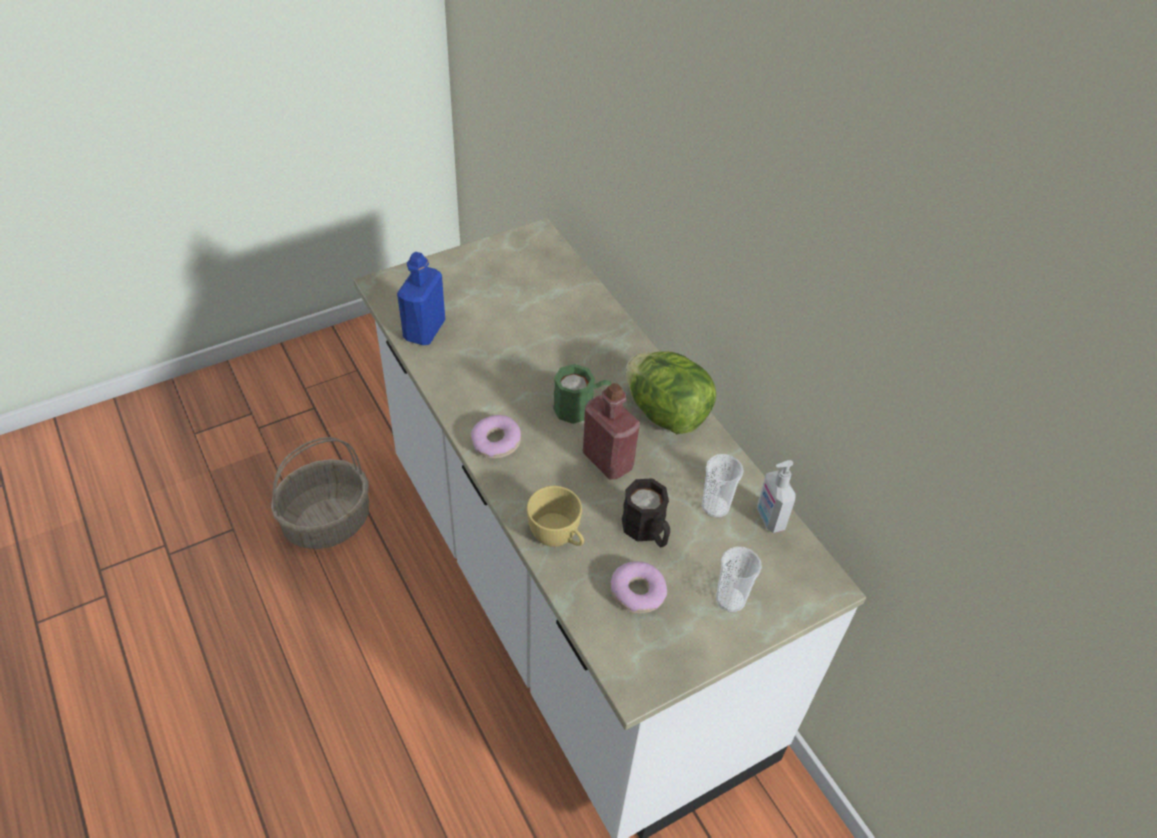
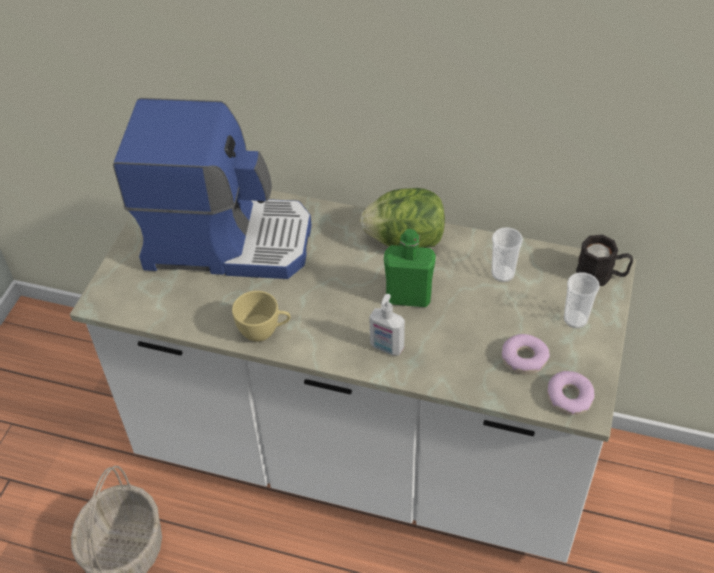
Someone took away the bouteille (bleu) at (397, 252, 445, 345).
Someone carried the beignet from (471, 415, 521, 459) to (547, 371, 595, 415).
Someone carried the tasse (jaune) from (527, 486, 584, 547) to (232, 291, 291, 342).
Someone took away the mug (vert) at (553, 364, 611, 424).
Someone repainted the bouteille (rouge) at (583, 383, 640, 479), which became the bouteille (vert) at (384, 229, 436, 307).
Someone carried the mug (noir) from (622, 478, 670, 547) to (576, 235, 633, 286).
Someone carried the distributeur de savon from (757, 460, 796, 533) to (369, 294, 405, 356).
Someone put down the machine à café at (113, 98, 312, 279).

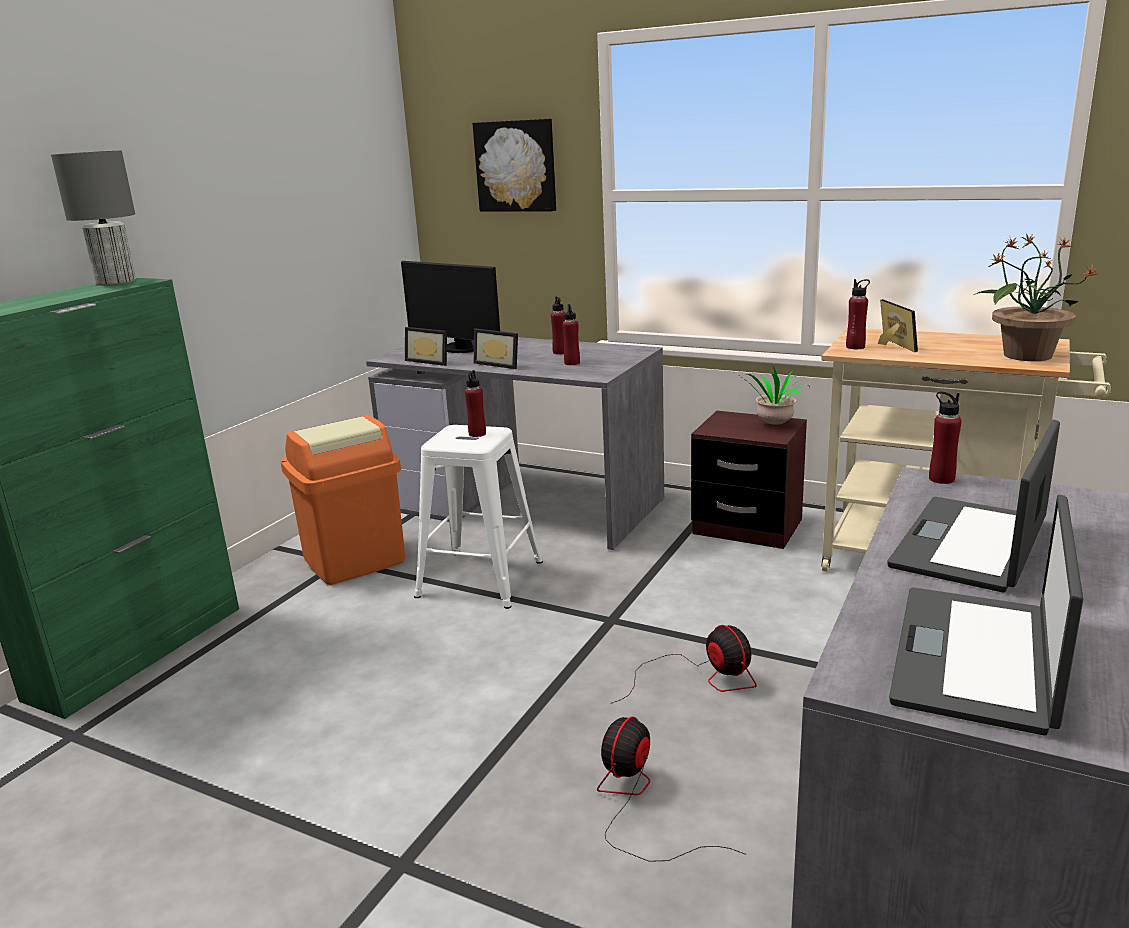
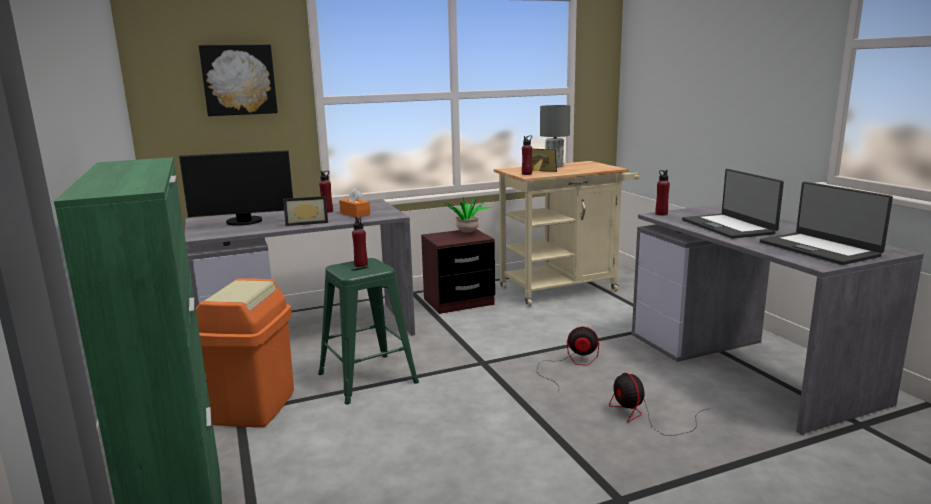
Someone carried the lampe de table (gris) from (51, 150, 136, 286) to (540, 105, 570, 168).
Someone took away the cadre photo at (405, 327, 447, 366).
Someone repainted the tabouret (blanc) at (414, 425, 543, 609), which became the tabouret (vert) at (318, 258, 419, 404).
Someone swapped the bouteille (rouge) at (562, 304, 580, 365) for the boîte à mouchoirs (orange) at (339, 188, 370, 218).
Someone took away the plante en pot at (974, 235, 1098, 361).

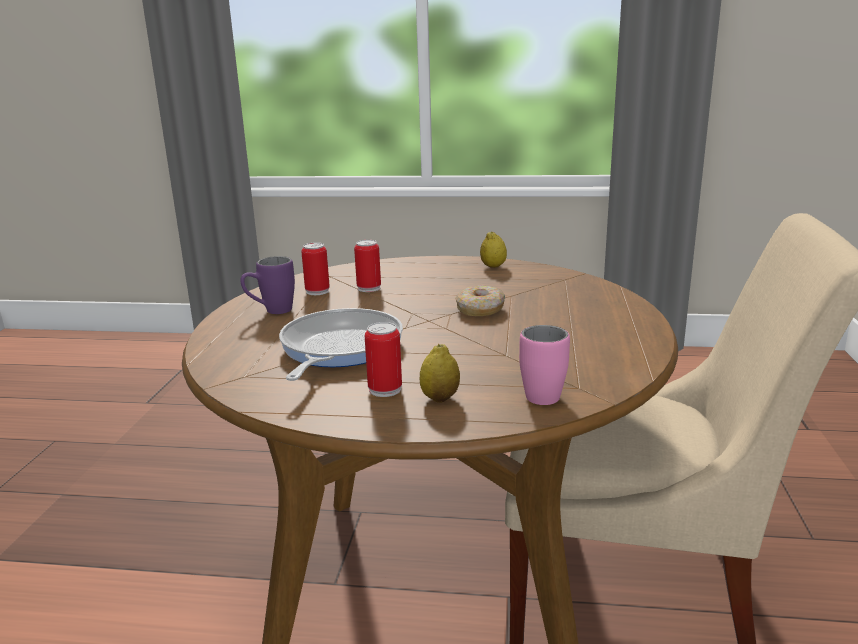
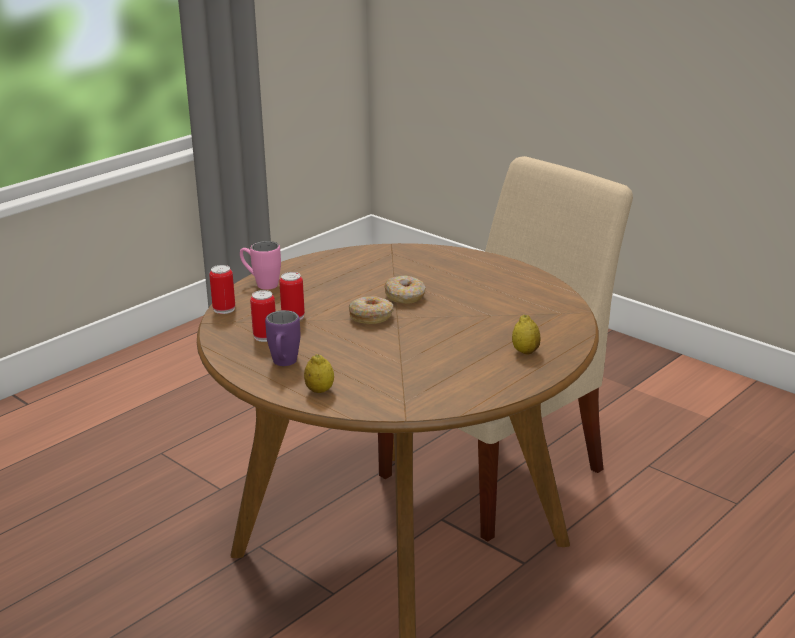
Someone took away the poêle at (279, 308, 403, 381).
Someone carried the boîte métallique from (365, 322, 402, 397) to (209, 265, 235, 314).
Someone carried the citron from (480, 231, 507, 268) to (304, 354, 334, 393).
Someone carried the mug (rose) from (519, 325, 570, 405) to (240, 241, 281, 290).
Someone put down the beignet at (349, 296, 393, 324).

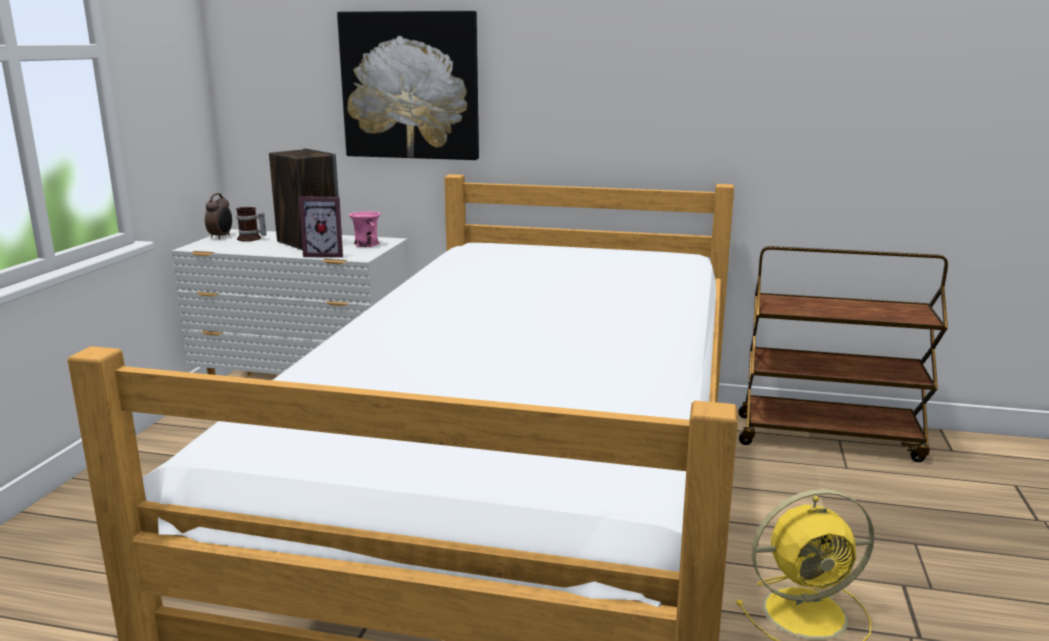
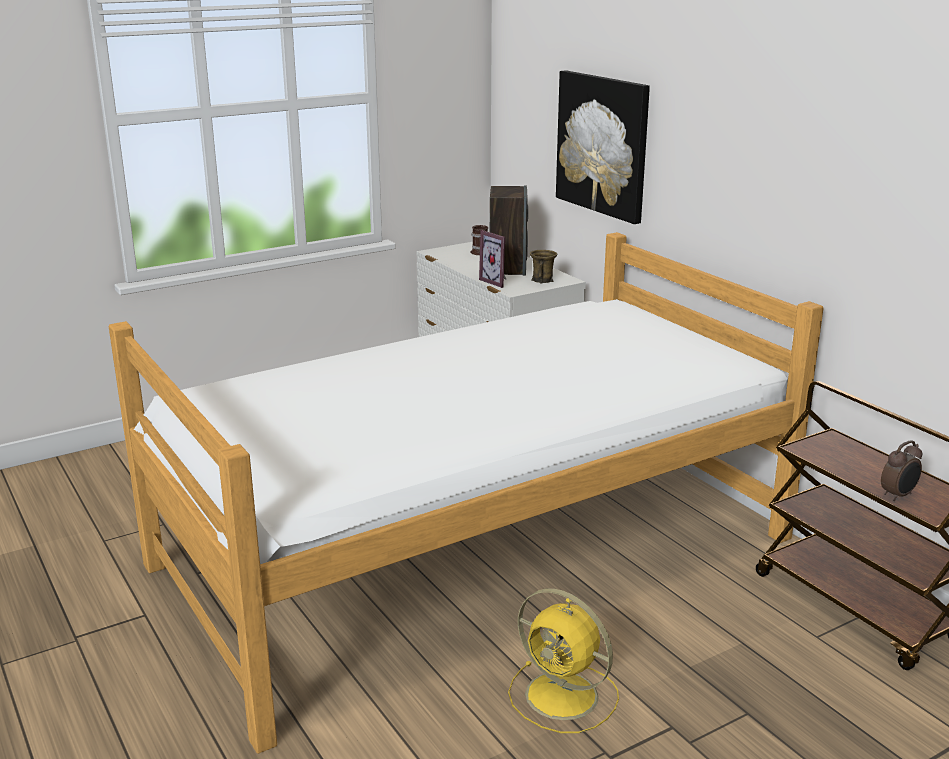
Someone carried the réveil from (205, 193, 232, 239) to (881, 441, 923, 501).
Someone repainted the mug (rose) at (349, 211, 380, 247), which became the mug (marron) at (530, 250, 557, 283).

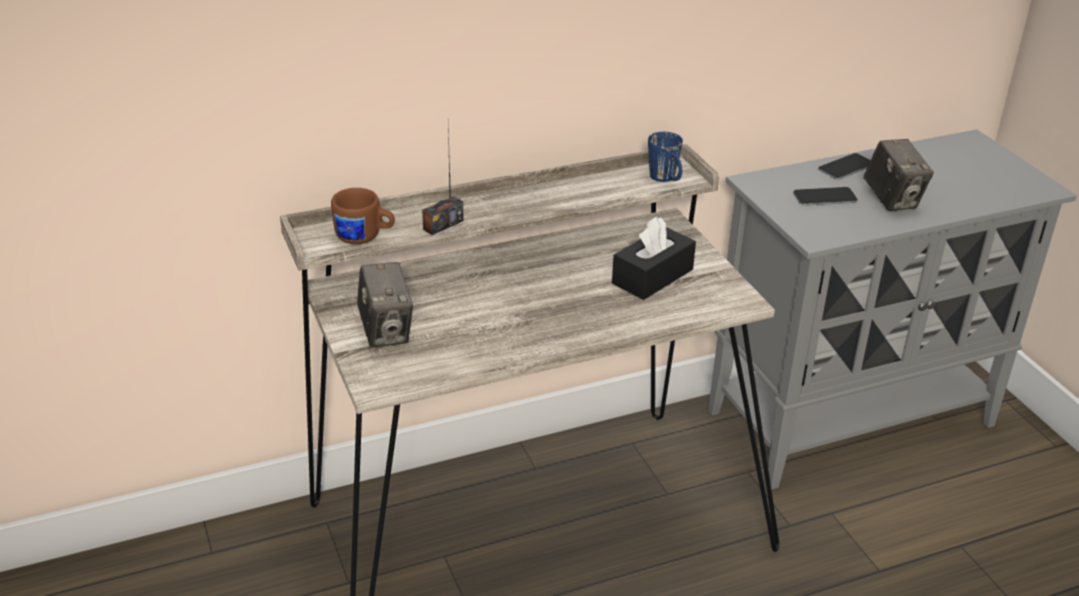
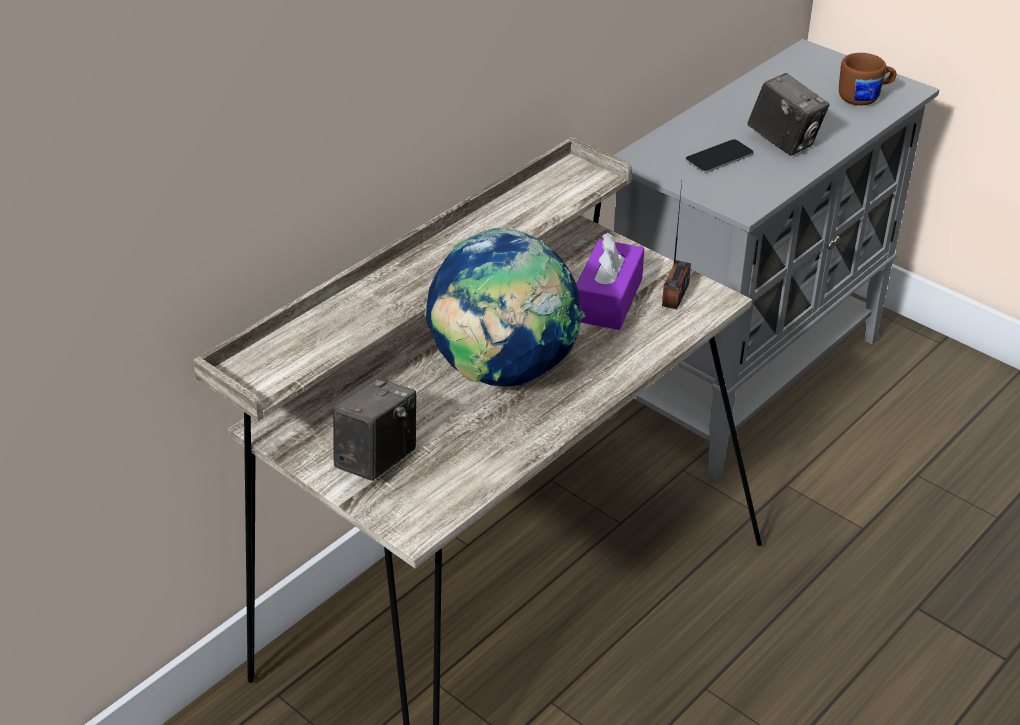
Someone carried the mug (marron) from (331, 188, 395, 244) to (839, 53, 896, 105).
Someone rotated the appareil photo at (357, 262, 413, 347) by 105 degrees counterclockwise.
Someone carried the radio from (422, 124, 464, 235) to (662, 182, 691, 309).
Someone repainted the boîte à mouchoirs (noir) at (612, 216, 696, 300), which became the boîte à mouchoirs (violet) at (576, 233, 645, 330).
Someone took away the mug (bleu) at (648, 132, 683, 182).
Someone took away the téléphone at (818, 153, 870, 179).
Someone put down the globe at (425, 228, 585, 386).

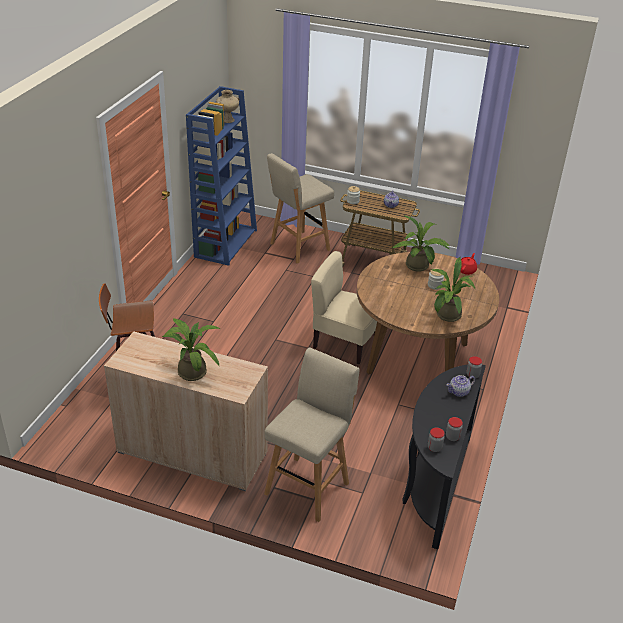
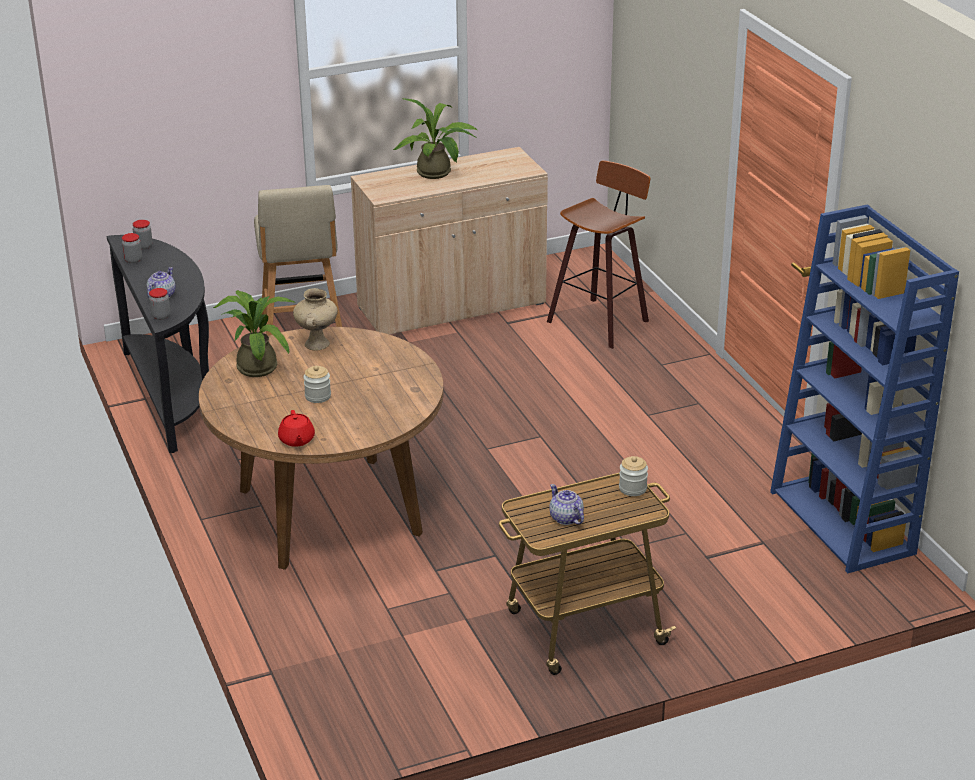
Someone carried the vase (beige) from (216, 90, 239, 123) to (293, 288, 338, 350).
Someone took away the tabouret (beige) at (267, 153, 334, 264).
Someone took away the chaise (beige) at (311, 251, 377, 364).
Someone took away the plante en pot at (392, 215, 450, 272).

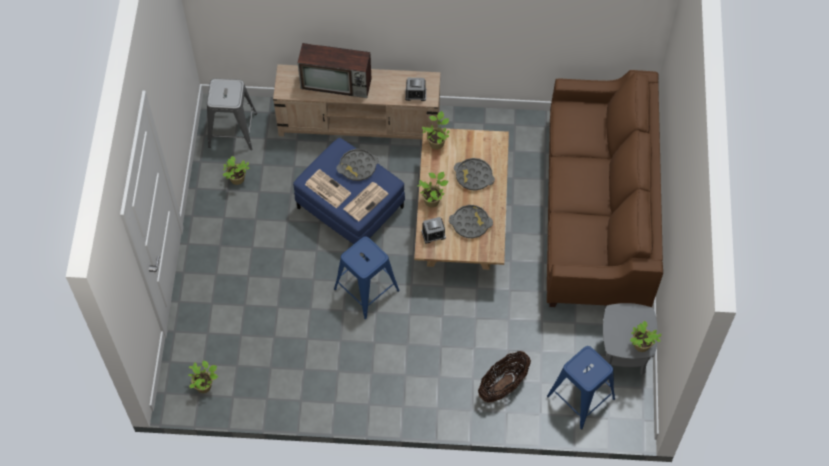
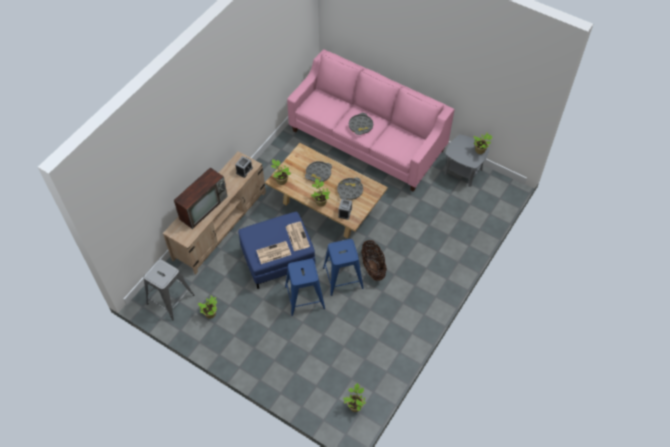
Someone carried the plateau (gris) from (336, 149, 379, 181) to (349, 113, 373, 135).
Someone carried the panier from (478, 351, 531, 402) to (361, 240, 387, 281).
Someone repainted the canapé (marron) at (547, 70, 663, 307), which became the canapé (rose) at (287, 49, 455, 192).
Someone carried the tabouret (bleu) from (547, 346, 615, 430) to (285, 259, 325, 316).

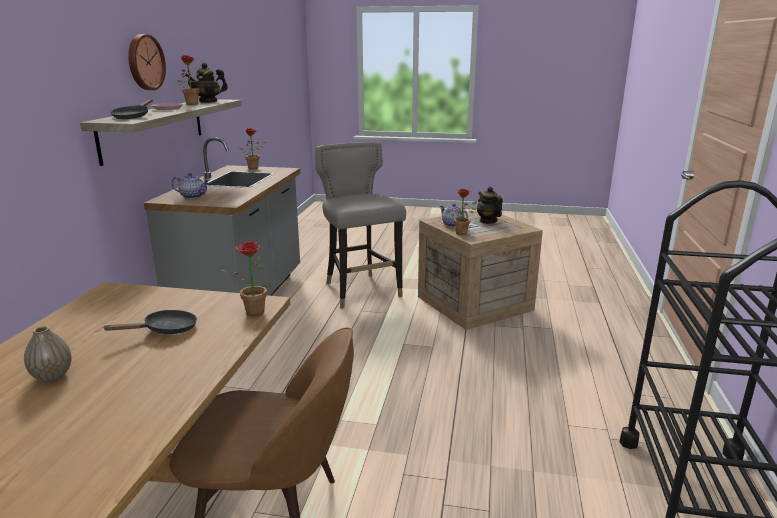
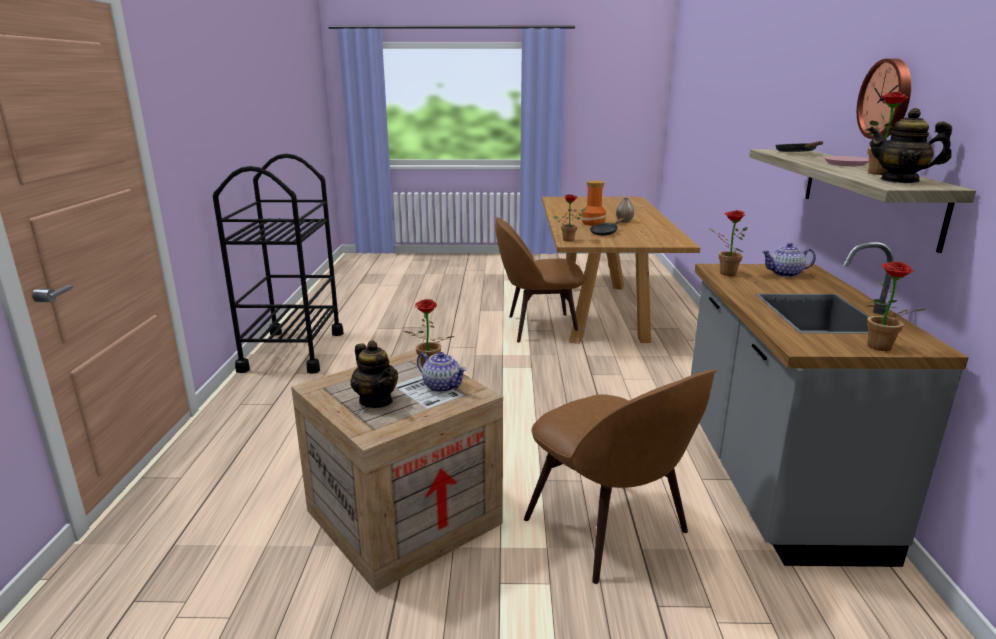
Someone rotated the théière at (185, 63, 228, 103) by 120 degrees counterclockwise.
Someone swapped the tabouret (gris) at (315, 142, 406, 309) for the chaise (marron) at (524, 369, 717, 584).
Someone put down the vase at (581, 181, 607, 226).
Someone put down the plante en pot at (709, 210, 748, 276).

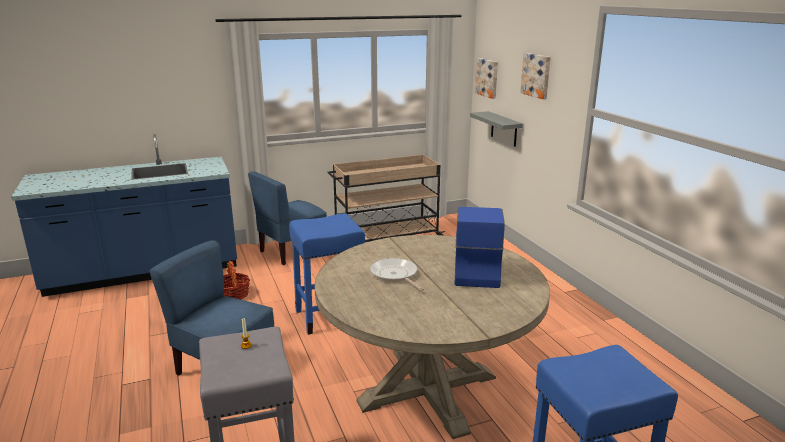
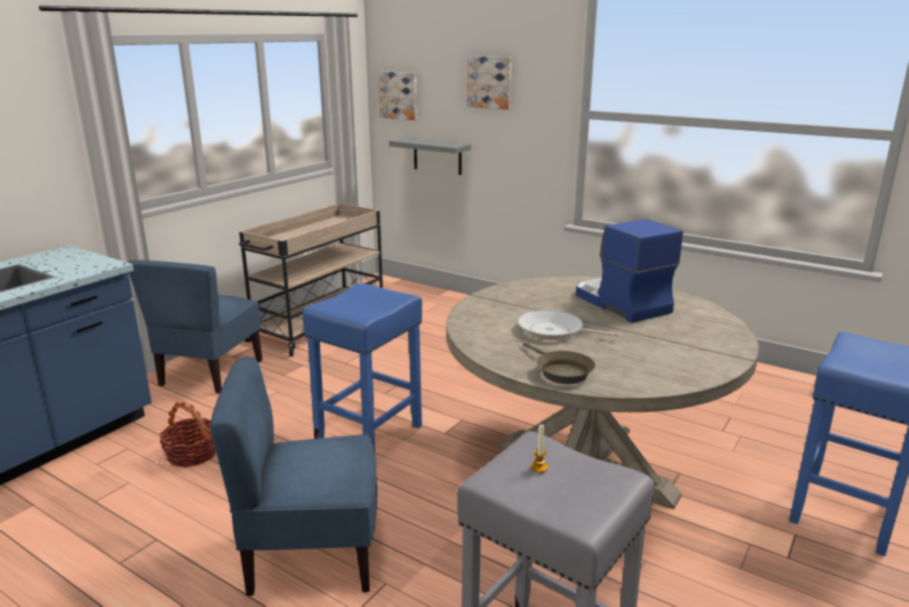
Someone put down the poêle (marron) at (523, 342, 595, 384).

